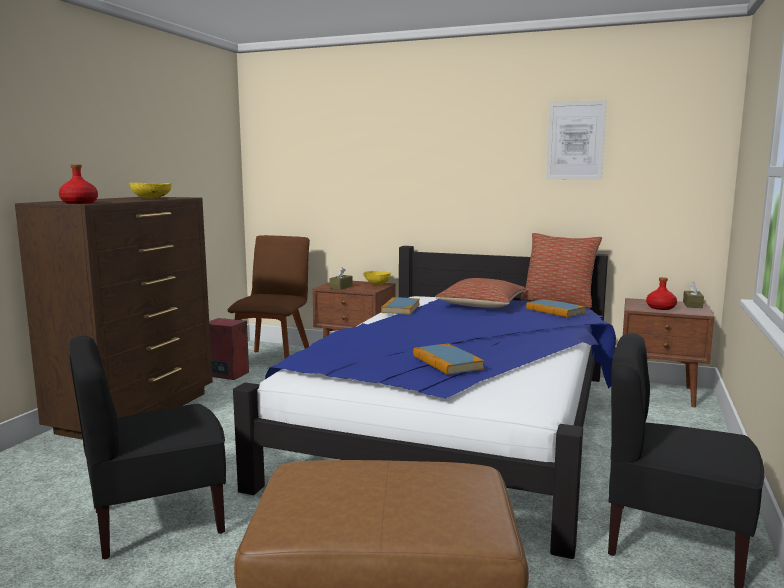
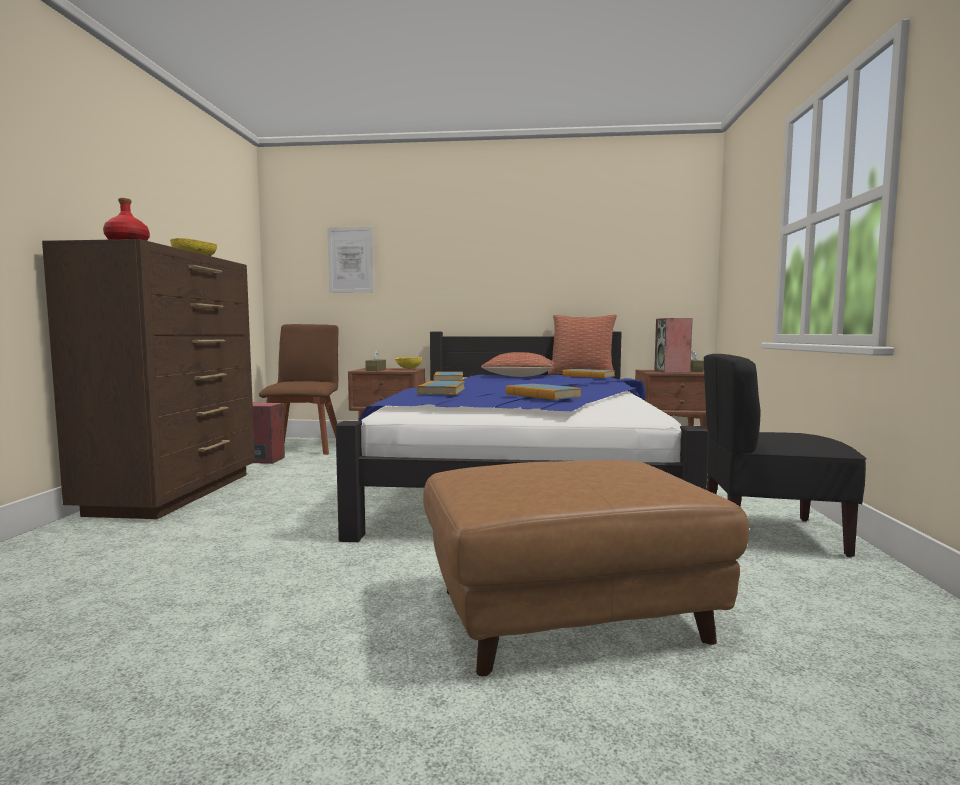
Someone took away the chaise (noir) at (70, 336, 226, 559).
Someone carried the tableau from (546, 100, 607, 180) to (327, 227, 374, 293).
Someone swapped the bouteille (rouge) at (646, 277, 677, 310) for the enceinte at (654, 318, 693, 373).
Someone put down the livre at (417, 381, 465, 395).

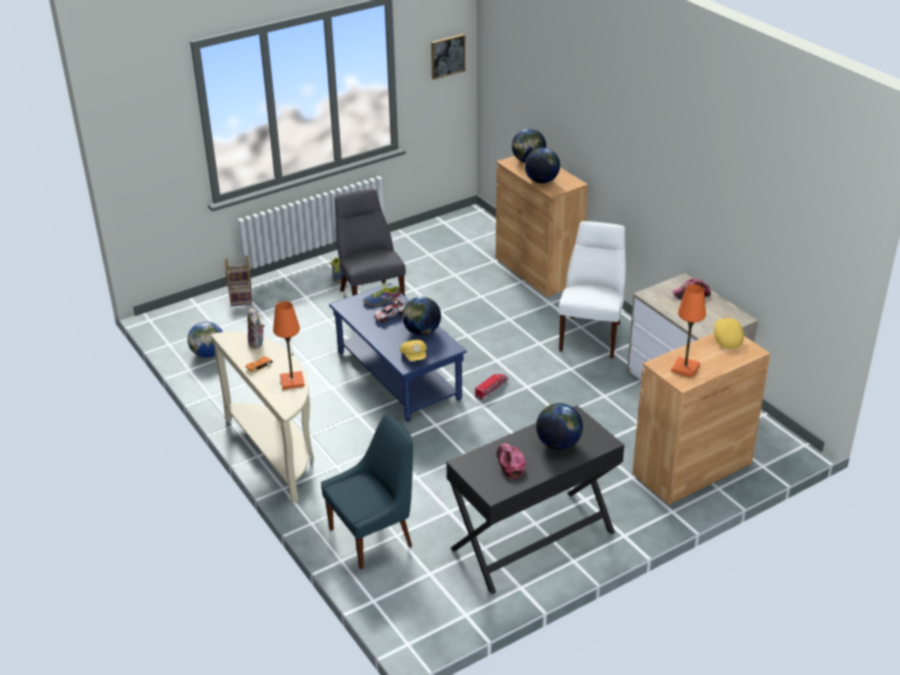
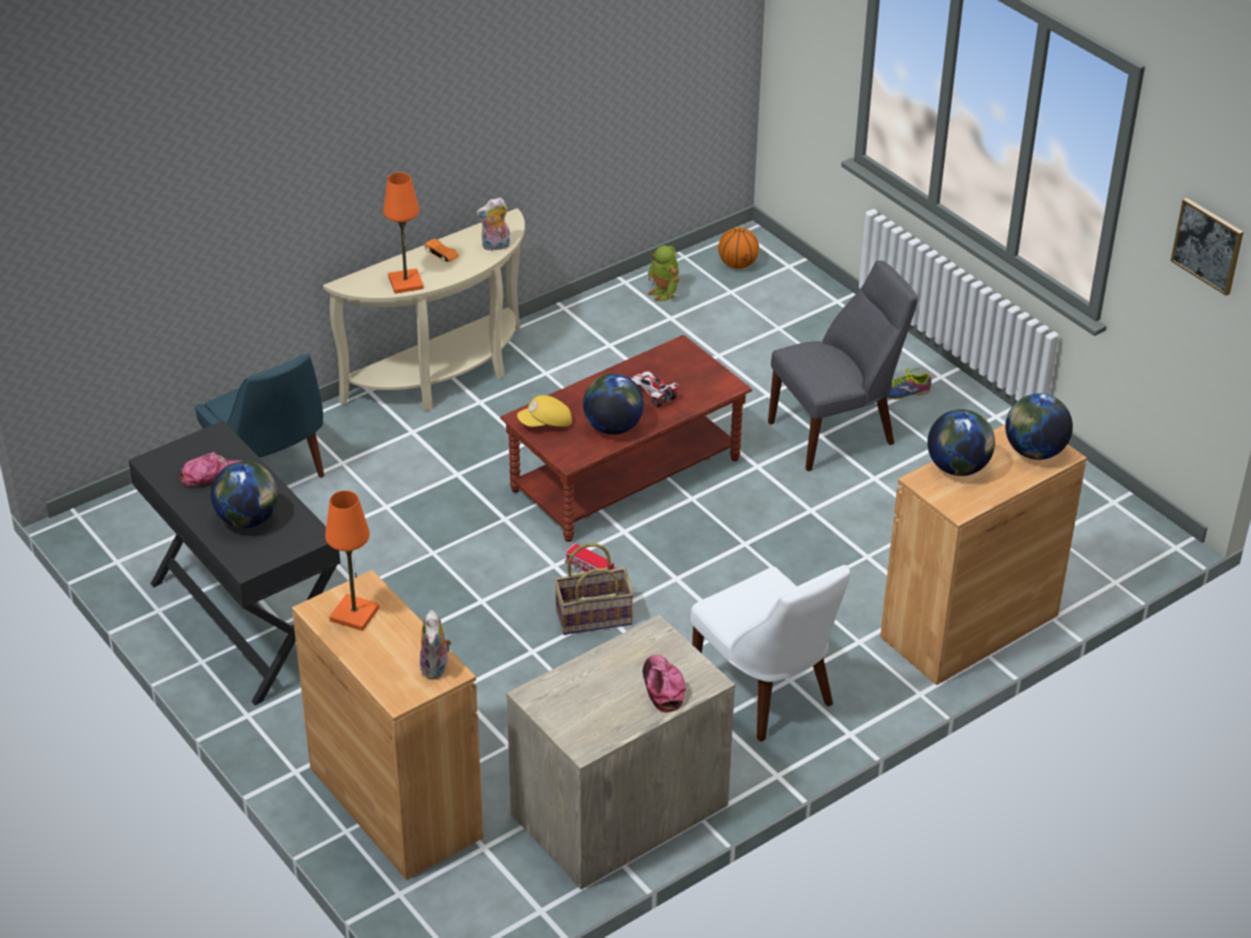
Someone swapped the globe at (188, 321, 223, 358) for the robot jouet at (648, 245, 679, 302).
Someone carried the panier from (225, 255, 252, 307) to (554, 543, 634, 635).
Someone repainted the table basse (bleu) at (329, 283, 467, 422), which became the table basse (marron) at (500, 335, 752, 542).
Someone took away the chaussure at (363, 283, 401, 306).
Someone rotated the chaise (blanc) at (559, 221, 626, 358) by 45 degrees clockwise.
Someone swapped the casquette (jaune) at (714, 317, 744, 349) for the peluche at (420, 610, 452, 679).
Someone put down the ballon de basket at (718, 227, 759, 269).

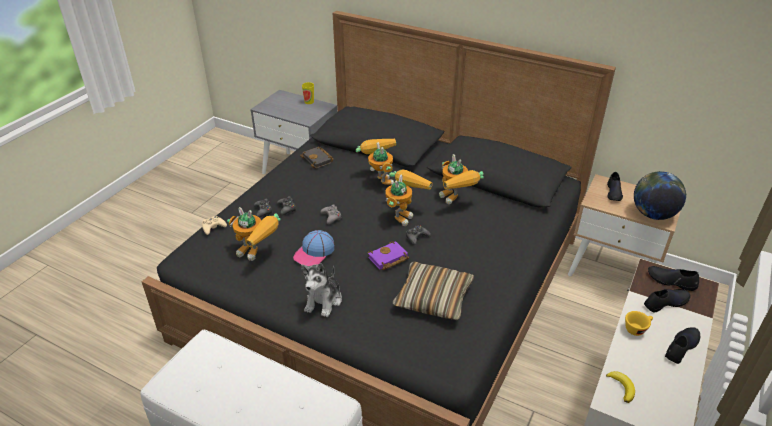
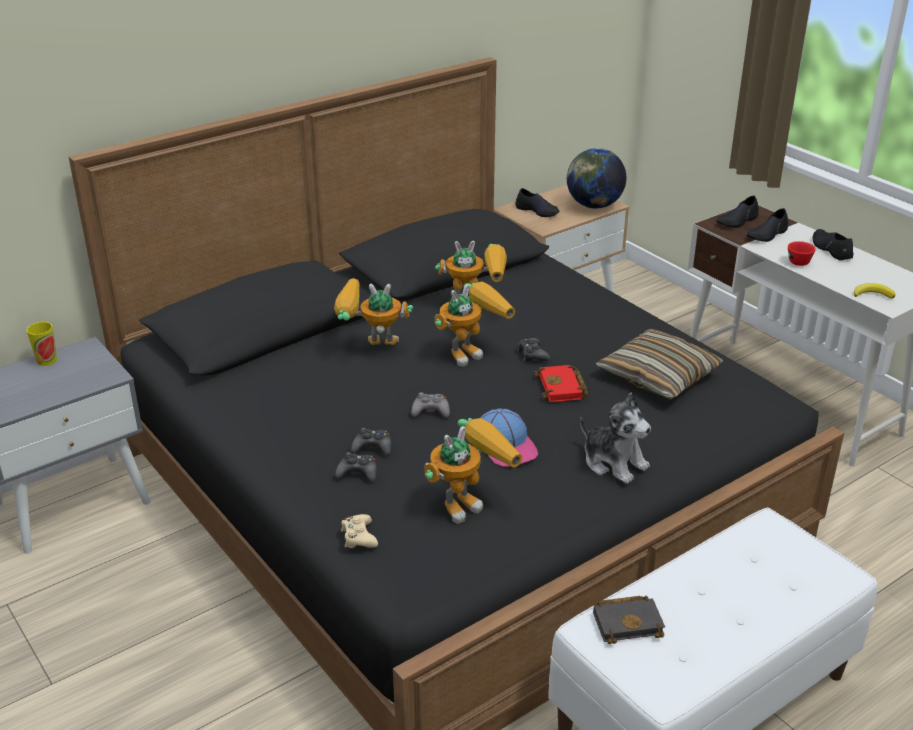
Someone carried the livre (noir) from (300, 147, 334, 168) to (593, 596, 665, 644).
Someone repainted the livre (violet) at (367, 241, 409, 270), which became the livre (rouge) at (534, 365, 588, 402).
Someone rotated the robot jouet at (386, 169, 433, 226) by 90 degrees clockwise.
Someone repainted the tasse (jaune) at (625, 311, 653, 336), which became the tasse (rouge) at (788, 241, 816, 266).
Someone rotated the chaussure (noir) at (644, 289, 691, 312) by 135 degrees counterclockwise.

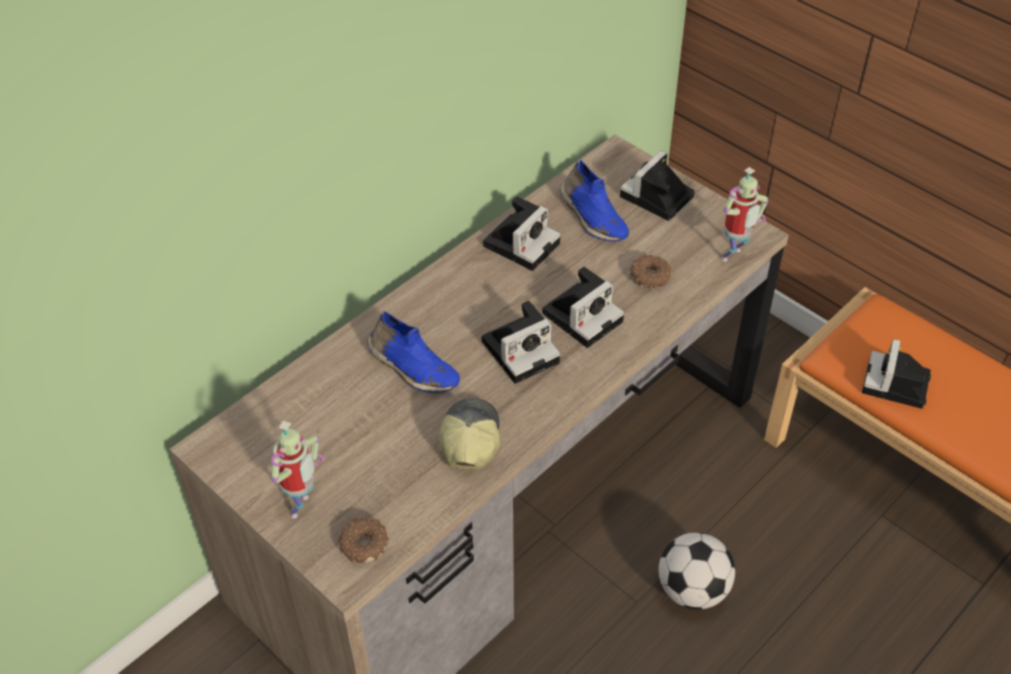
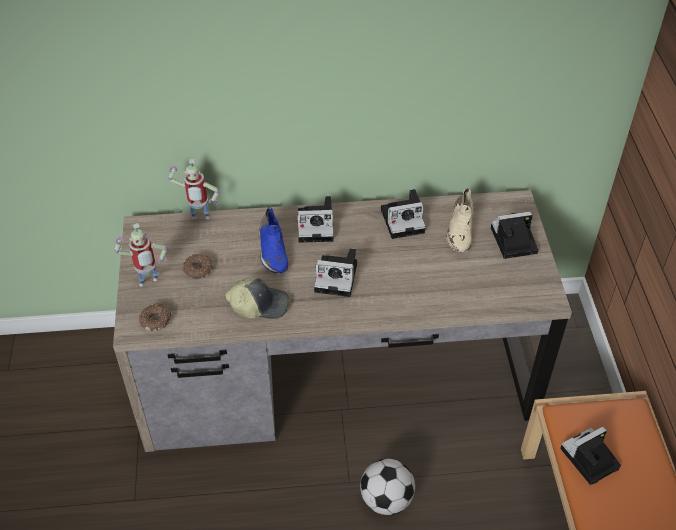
Someone rotated the casquette at (439, 398, 500, 470) by 45 degrees clockwise.
Someone carried the appareil photo from (542, 267, 624, 348) to (297, 196, 334, 243).
Someone repainted the chaussure (bleu) at (560, 159, 629, 242), which became the chaussure (beige) at (446, 188, 474, 252).
Someone carried the beignet from (630, 254, 671, 288) to (182, 254, 213, 279).
Someone carried the robot jouet from (721, 167, 768, 262) to (168, 159, 220, 220).

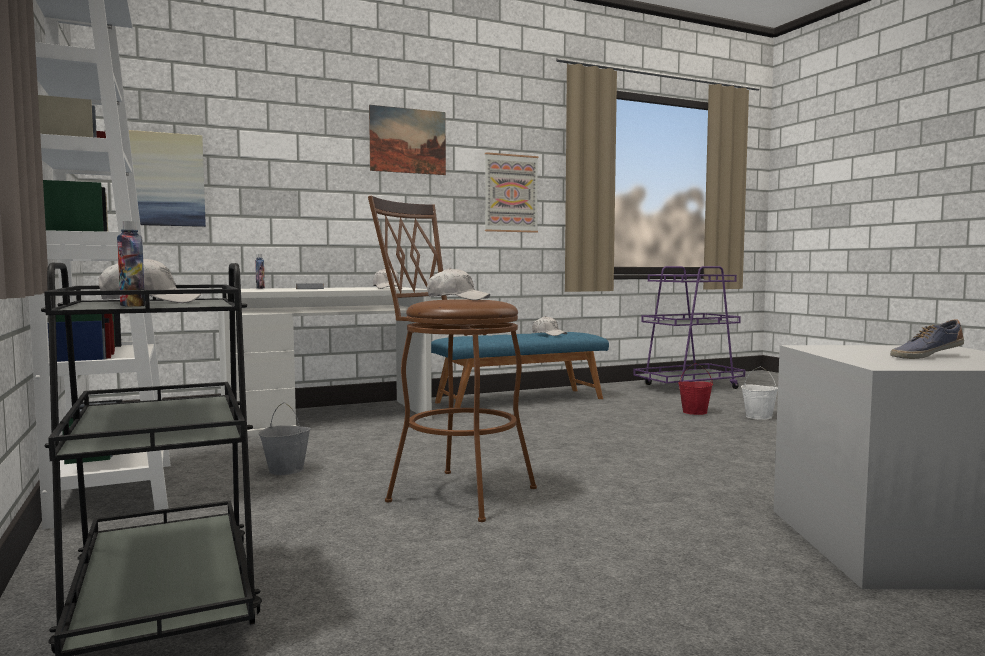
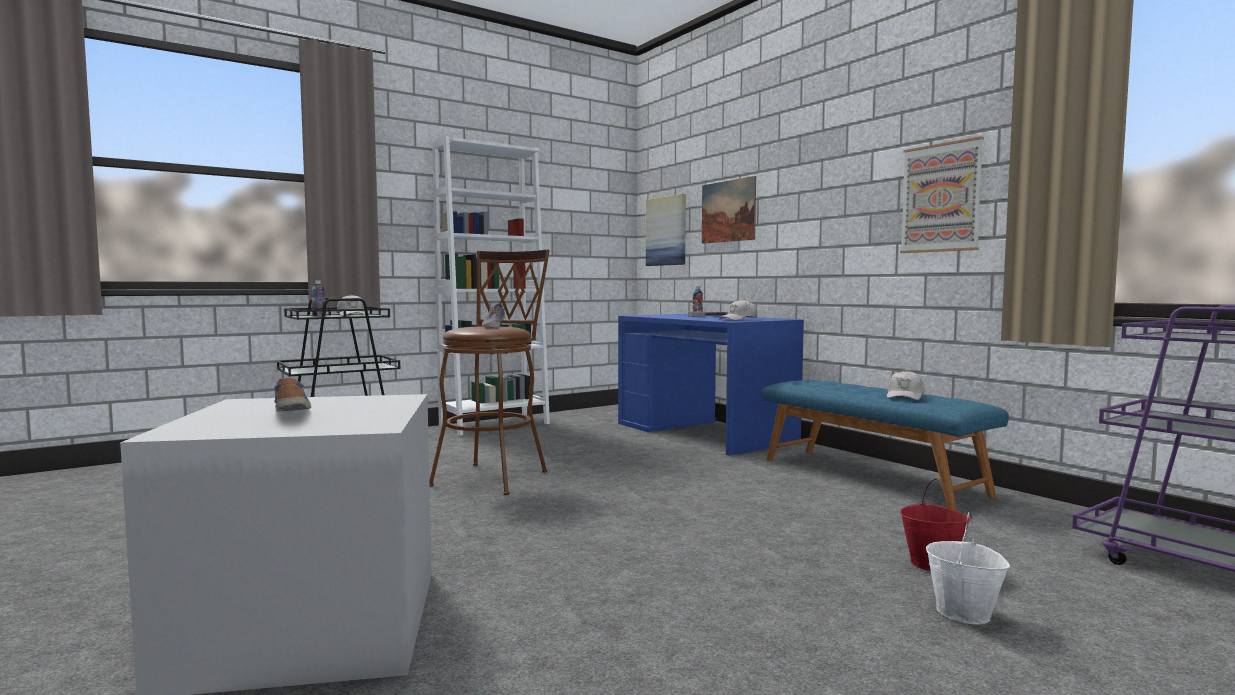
Someone repainted the bureau (blanc) at (218, 287, 432, 437), which became the bureau (bleu) at (618, 314, 804, 456).
Someone took away the seau (gris) at (259, 402, 311, 475).
Someone carried the tableau from (369, 105, 446, 175) to (702, 176, 756, 244).
Someone swapped the casquette (blanc) at (427, 268, 490, 300) for the chaussure at (482, 303, 505, 328).

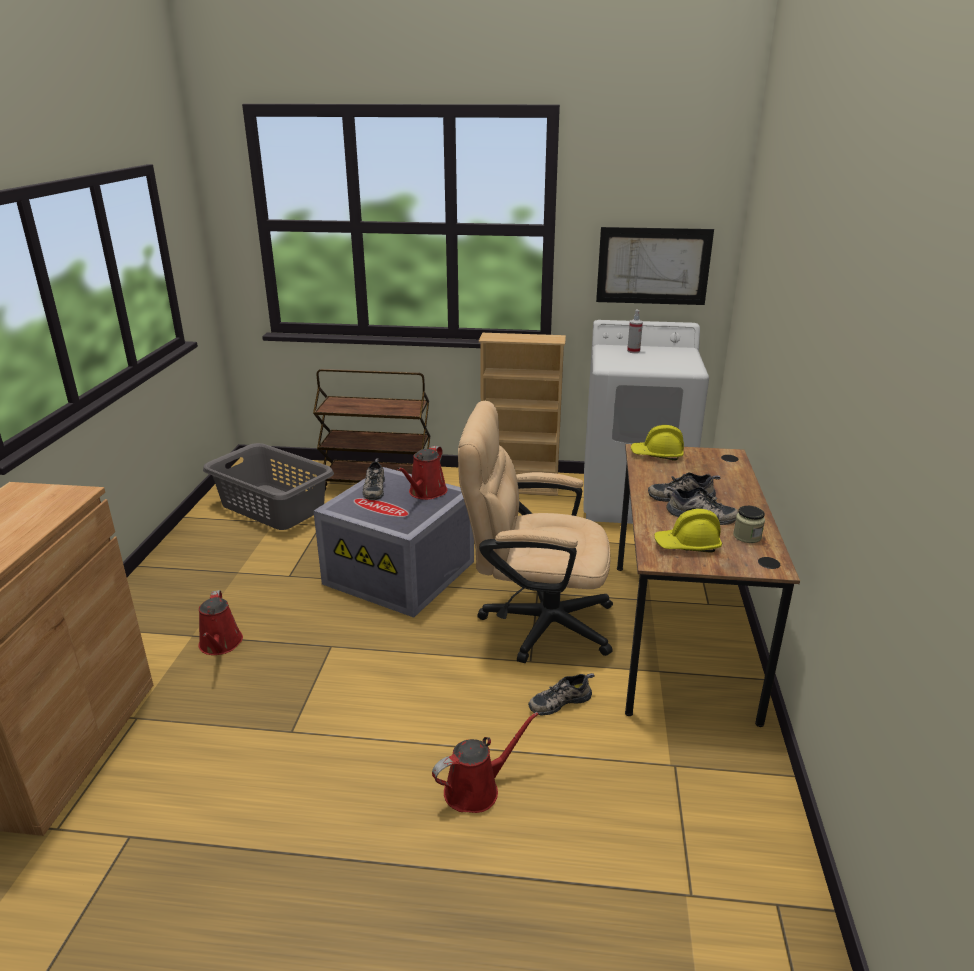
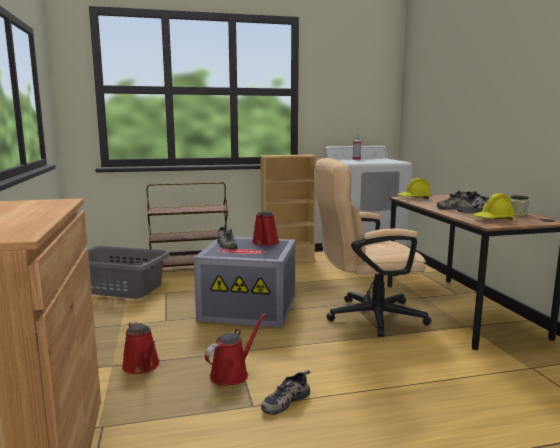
Someone carried the arrosoir (rouge) from (432, 712, 539, 813) to (205, 313, 266, 386).
Someone carried the chaussure from (528, 673, 595, 715) to (261, 370, 310, 415).
Someone took away the tableau at (596, 227, 714, 305).

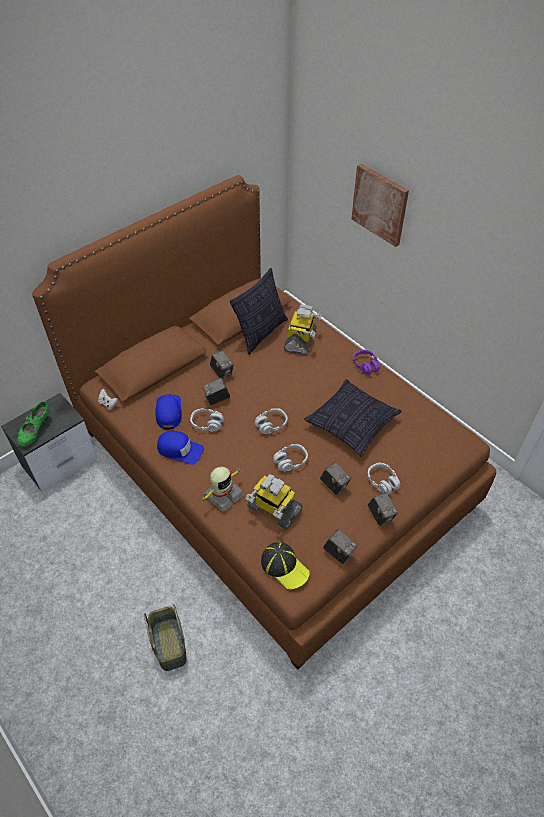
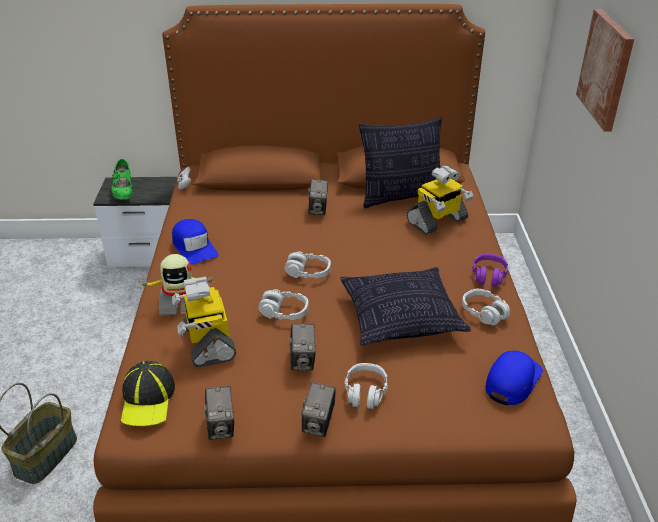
Someone rotated the chaussure (vert) at (17, 402, 49, 446) by 75 degrees counterclockwise.
Someone carried the casquette (bleu) from (155, 394, 182, 430) to (485, 351, 543, 405).
Someone carried the casque audio (gris) from (190, 408, 224, 432) to (462, 289, 510, 325).
Someone took away the appareil photo at (202, 378, 230, 405).

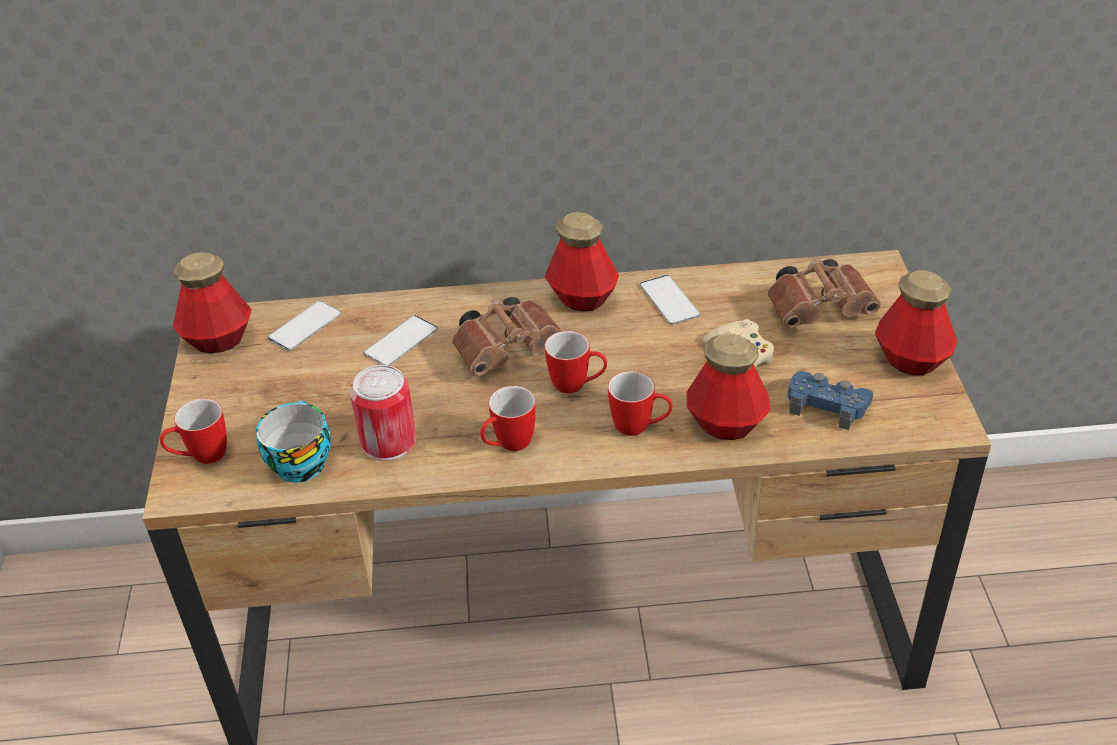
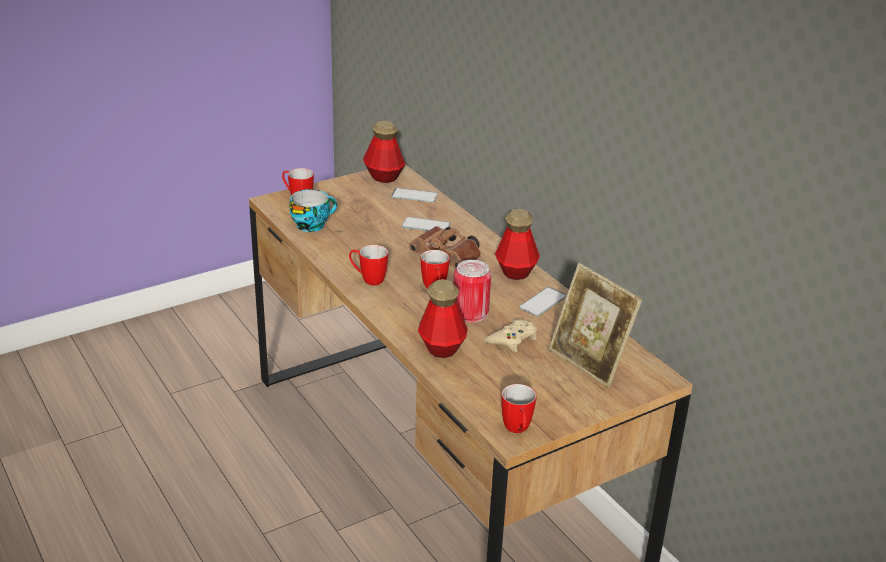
Someone carried the boîte métallique from (350, 365, 416, 461) to (453, 260, 491, 322).
Someone carried the mug from (608, 371, 673, 436) to (501, 384, 537, 433).
Someone swapped the jumelles (marron) at (767, 259, 881, 329) for the cadre photo at (549, 263, 642, 388).
Someone took away the manette (bleu) at (788, 371, 873, 430).
Someone took away the bouteille at (875, 270, 957, 376).

